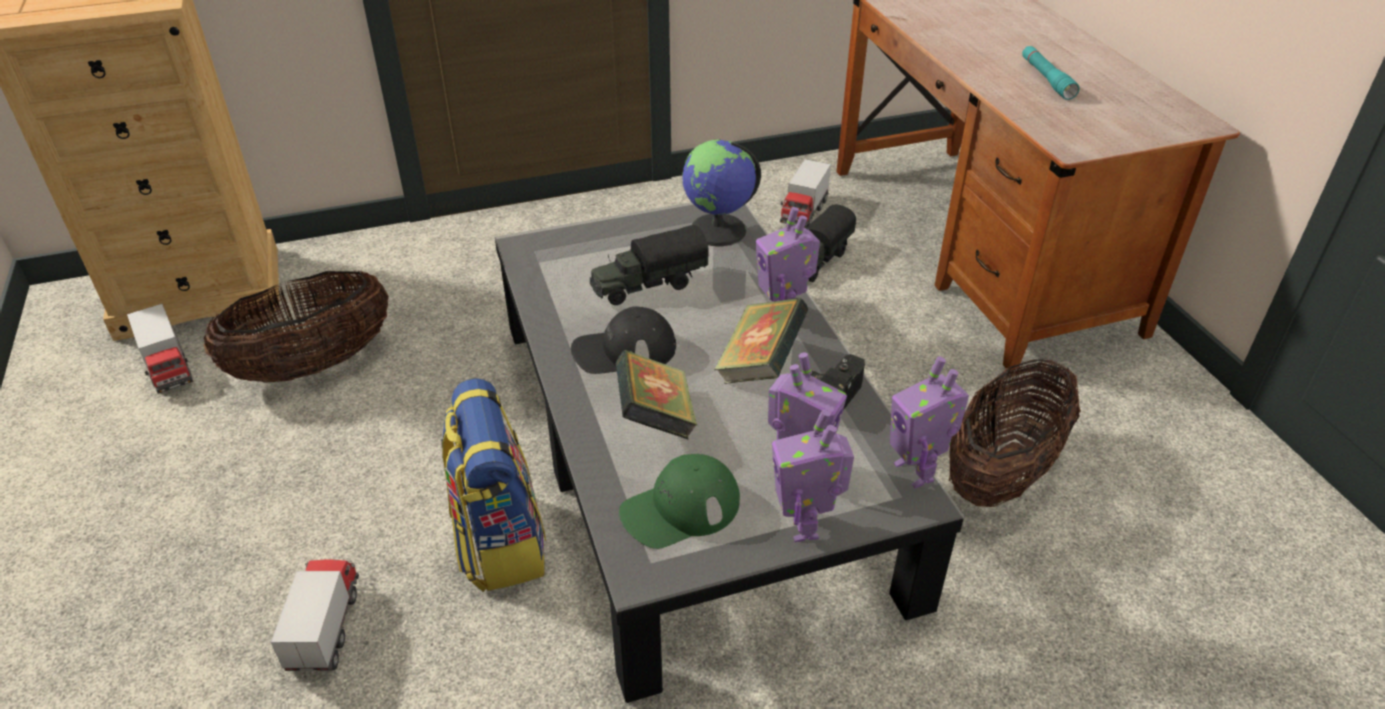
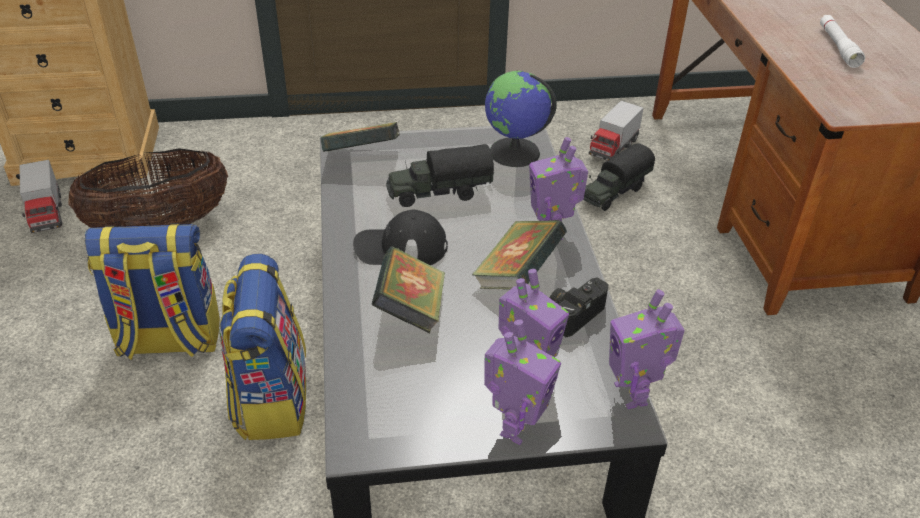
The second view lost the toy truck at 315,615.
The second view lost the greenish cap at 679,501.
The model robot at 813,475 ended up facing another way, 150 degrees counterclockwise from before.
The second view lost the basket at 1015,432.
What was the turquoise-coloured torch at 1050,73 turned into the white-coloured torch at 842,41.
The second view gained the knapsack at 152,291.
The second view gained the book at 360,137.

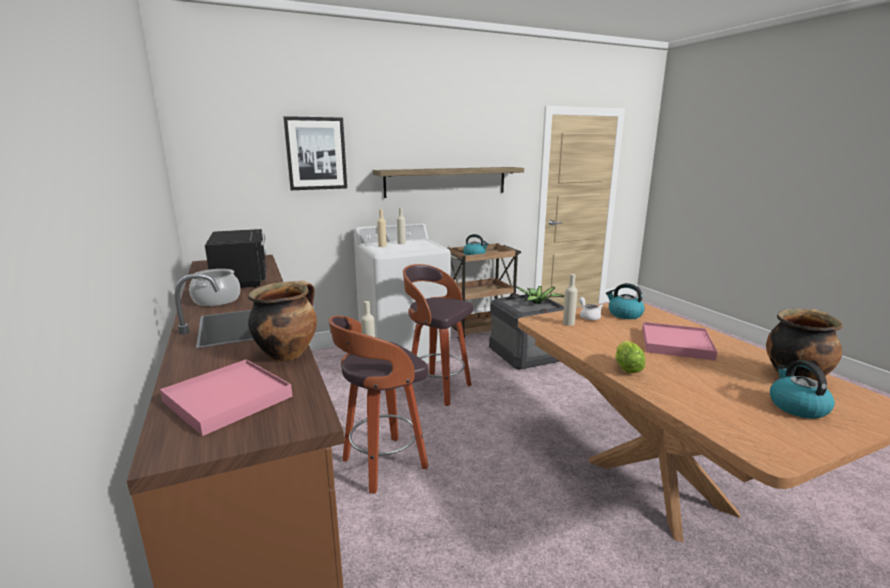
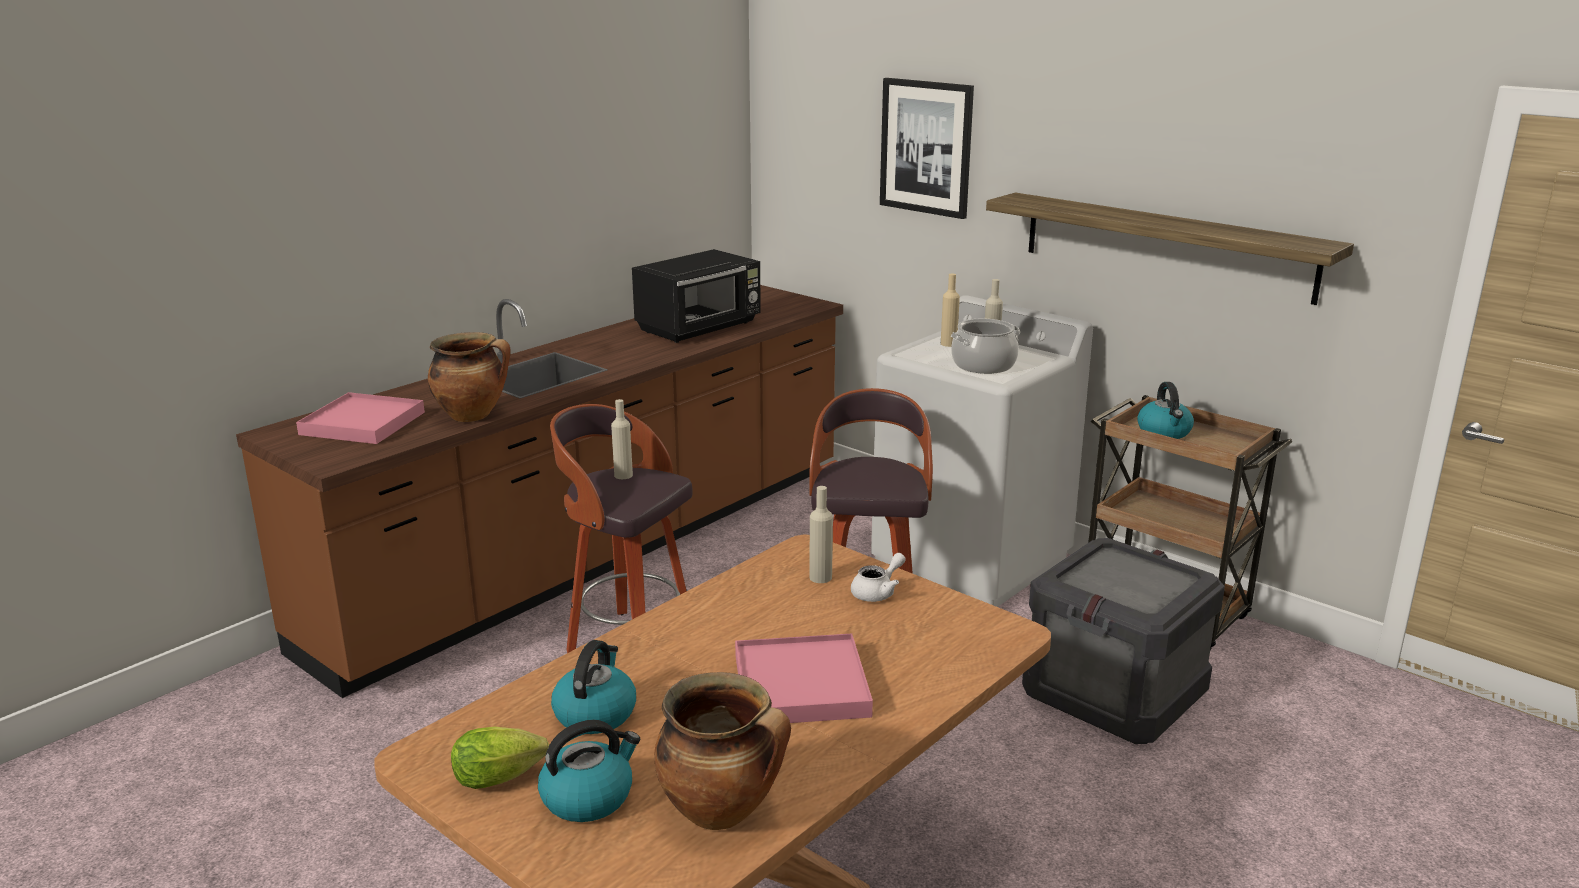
The cooking pot ended up elsewhere, having gone from 214,287 to 985,346.
The second view lost the potted plant at 540,295.
The water kettle ended up elsewhere, having gone from 625,301 to 593,687.
The lettuce head ended up elsewhere, having gone from 630,356 to 500,758.

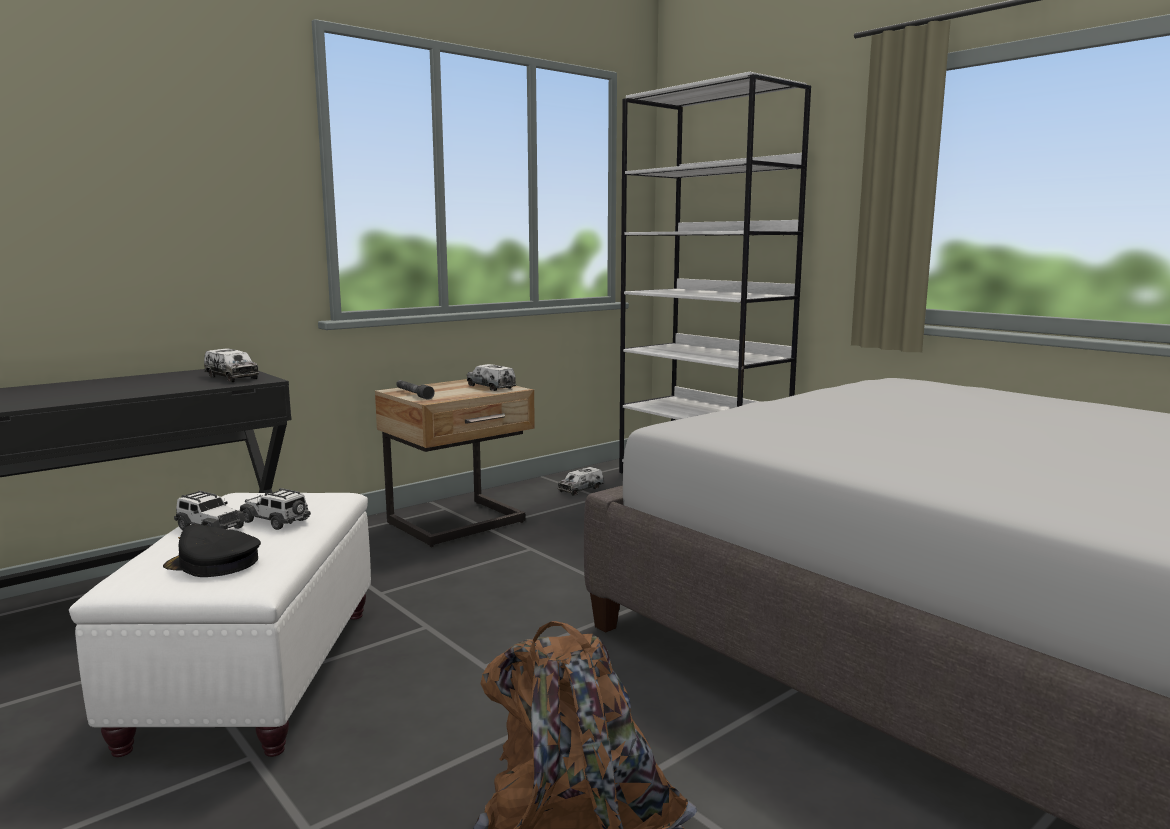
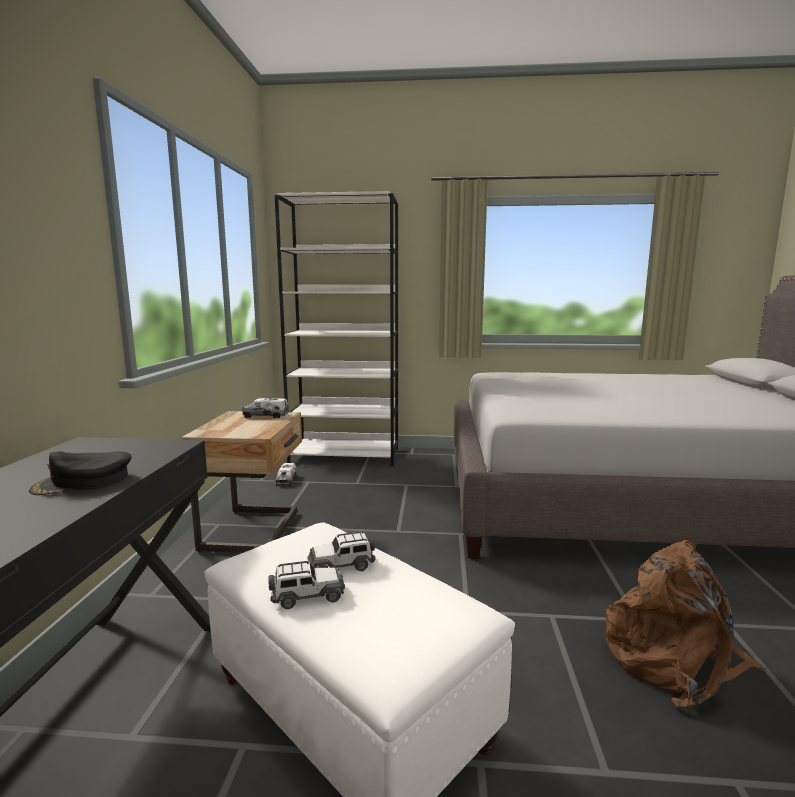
The black cap ended up elsewhere, having gone from 212,550 to 80,473.
The second view lost the toy truck at 231,365.
The second view lost the grey torch at 415,390.

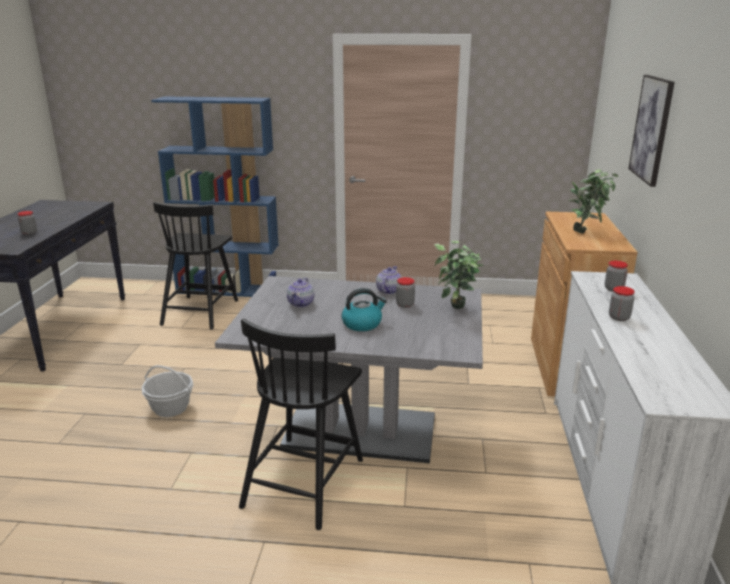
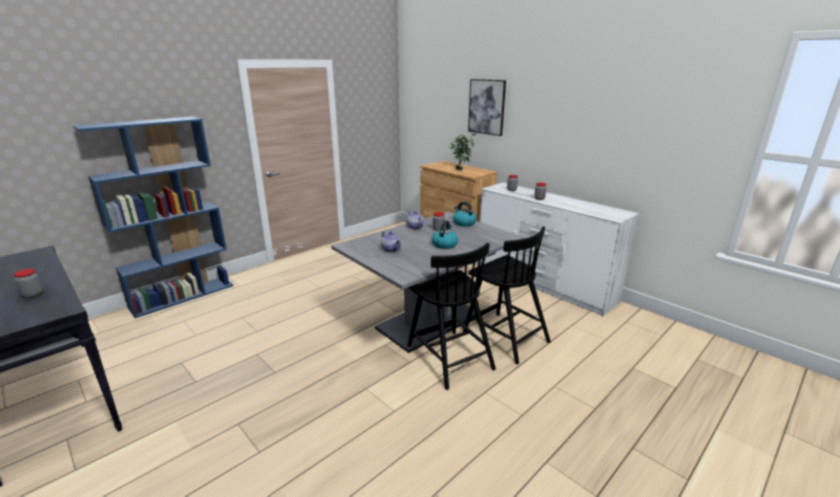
The second view lost the basket at 167,391.
The black upright chair ended up elsewhere, having gone from 195,266 to 507,295.
Where the potted plant stood at 458,275, the water kettle came to stand at 465,214.

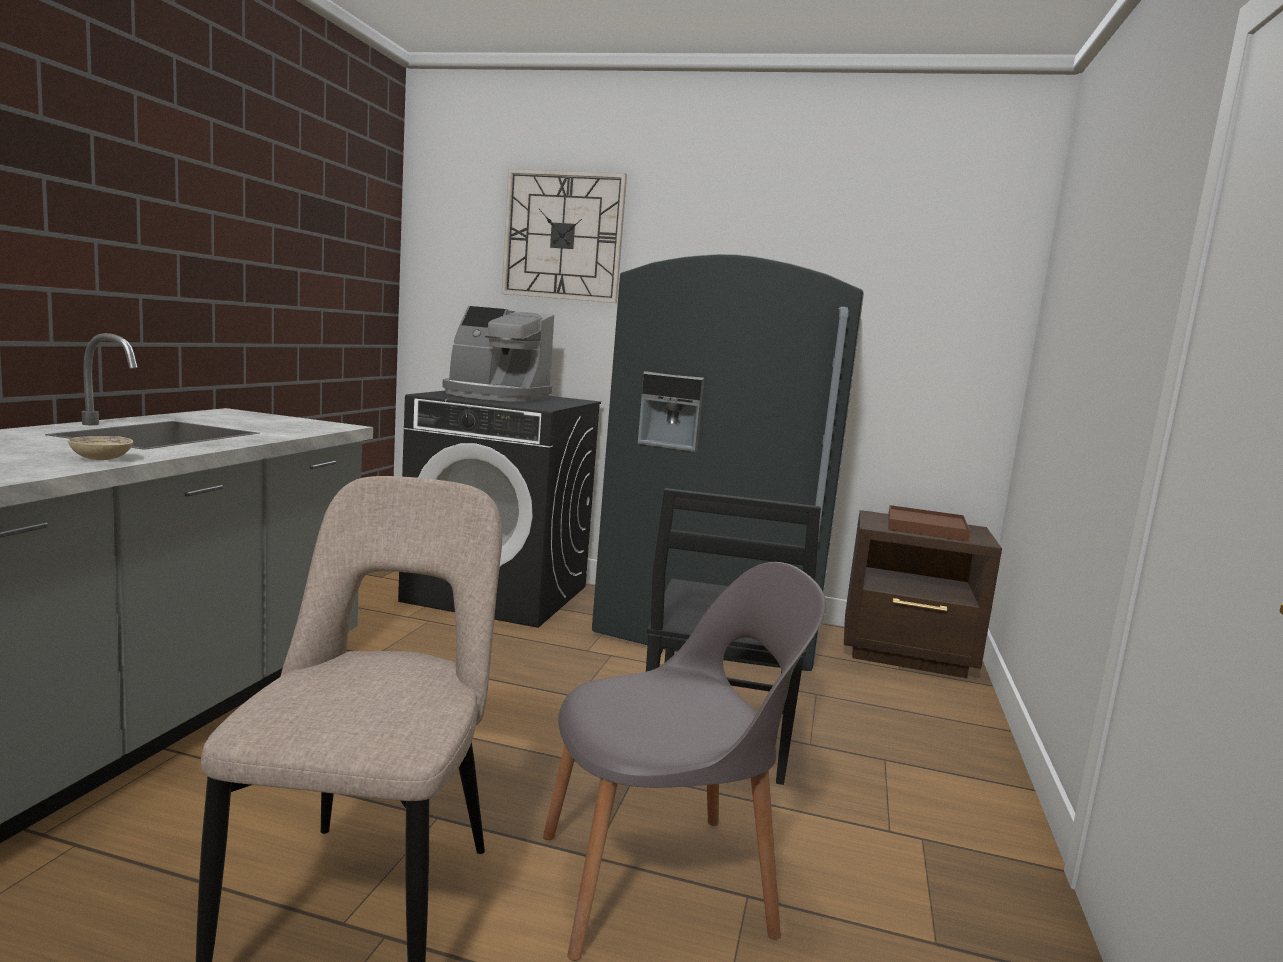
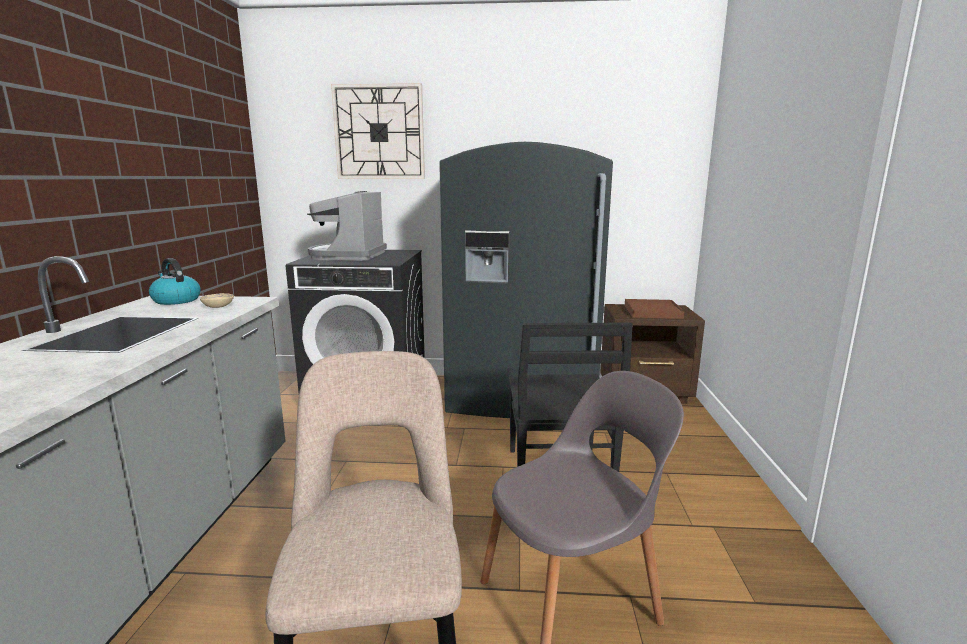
The sand-coloured bowl ended up elsewhere, having gone from 101,448 to 217,300.
The coffee maker at 498,354 ended up facing another way, 90 degrees clockwise from before.
The second view gained the water kettle at 174,281.

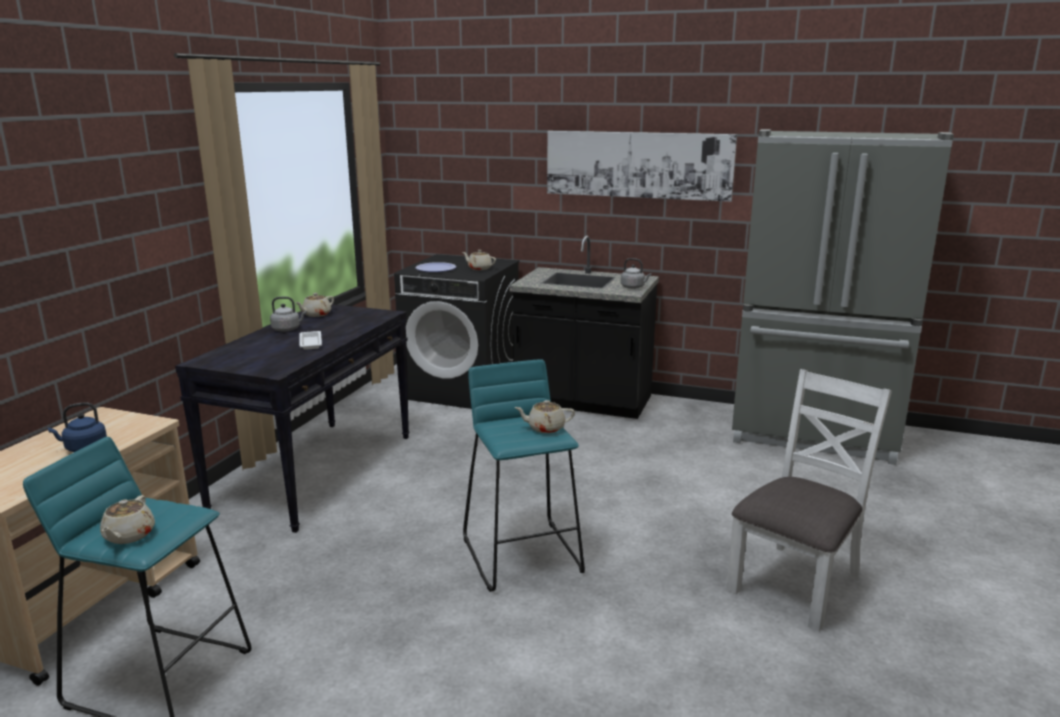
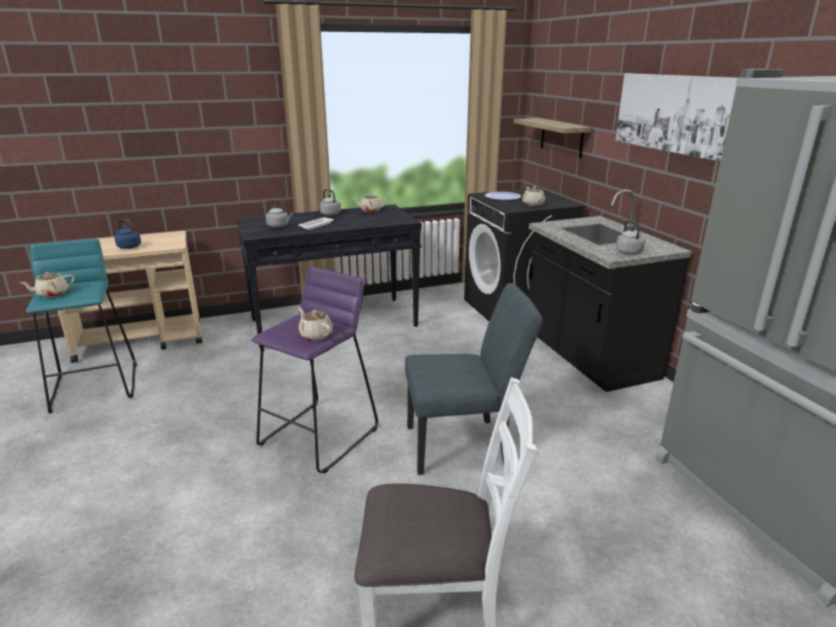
What was the turquoise-coloured stool seat at 524,475 turned into the purple stool seat at 315,370.
The second view gained the grey water kettle at 279,213.
The second view gained the grey upright chair at 474,379.
The second view gained the shelf at 553,138.

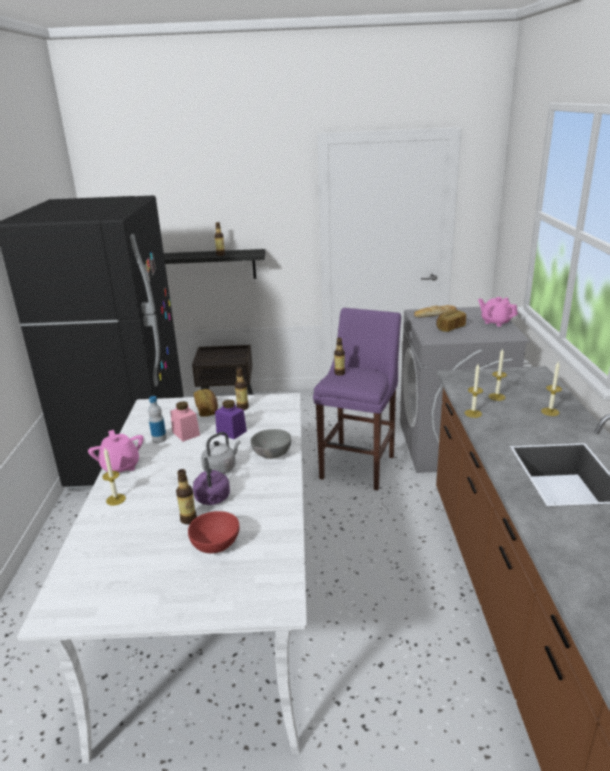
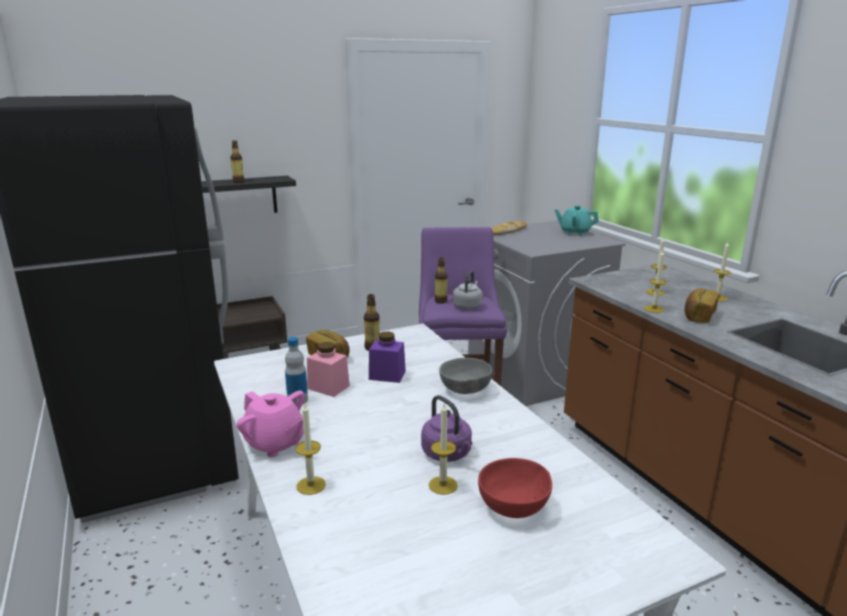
Where the beverage bottle stood at 186,496, the candle came to stand at 443,449.
The grey water kettle ended up elsewhere, having gone from 221,453 to 468,290.
The bread ended up elsewhere, having gone from 451,321 to 702,306.
What was the pinkish teapot at 498,312 turned into the turquoise-coloured teapot at 576,220.

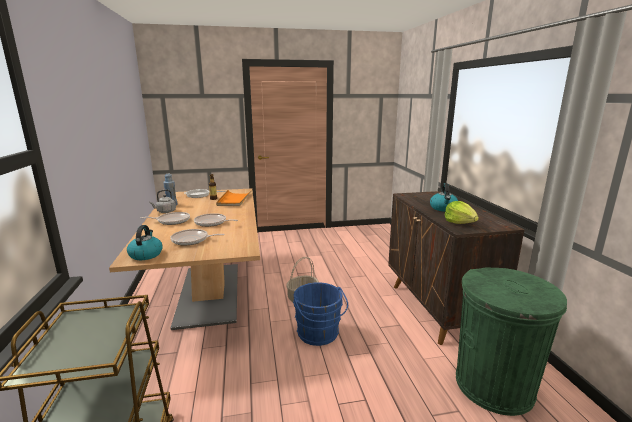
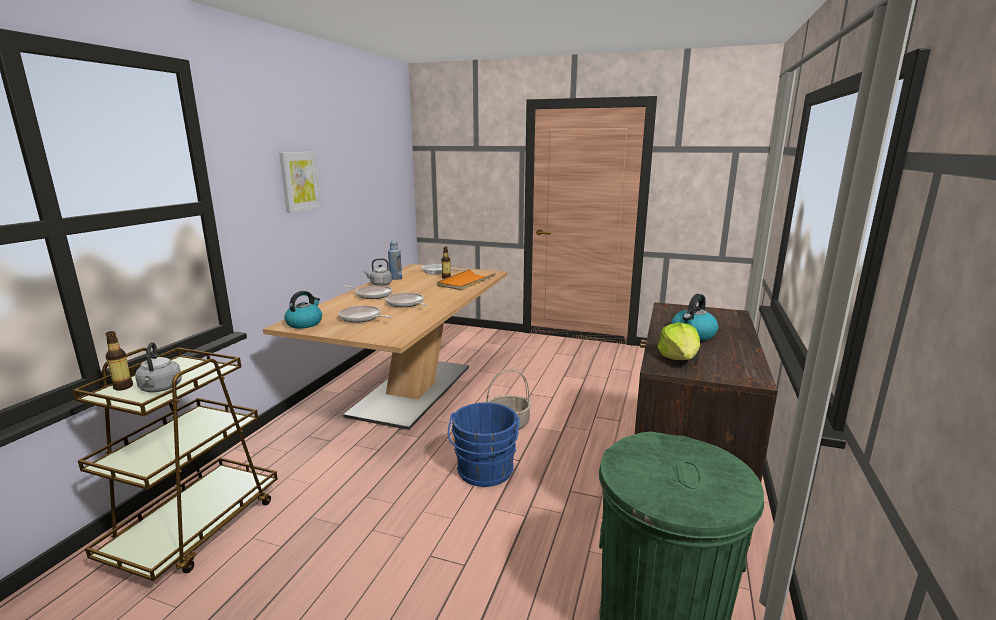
The second view gained the beverage bottle at 119,361.
The second view gained the grey water kettle at 158,367.
The second view gained the wall picture at 300,182.

